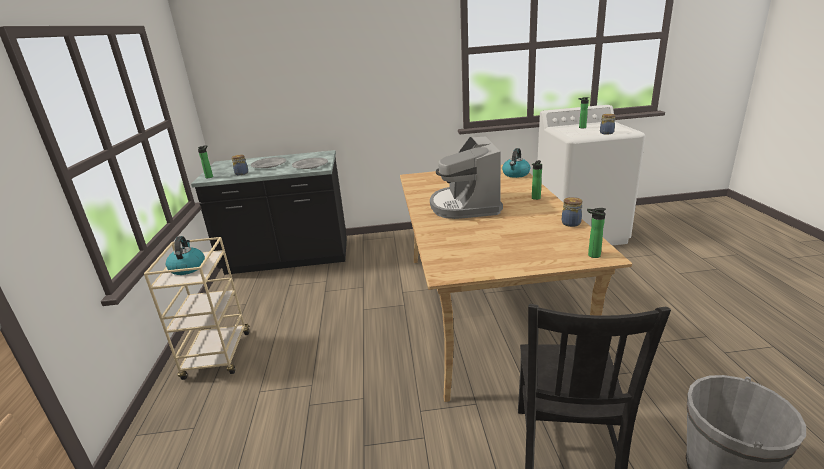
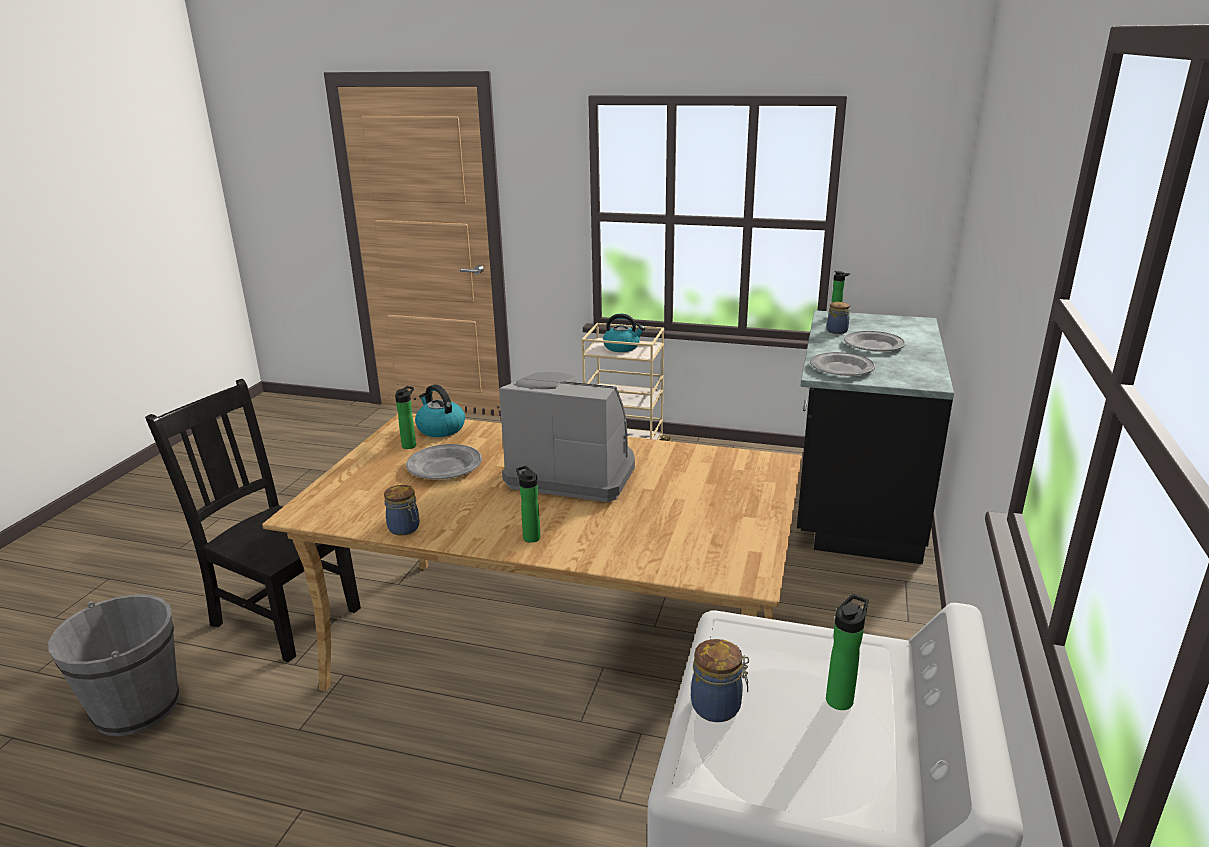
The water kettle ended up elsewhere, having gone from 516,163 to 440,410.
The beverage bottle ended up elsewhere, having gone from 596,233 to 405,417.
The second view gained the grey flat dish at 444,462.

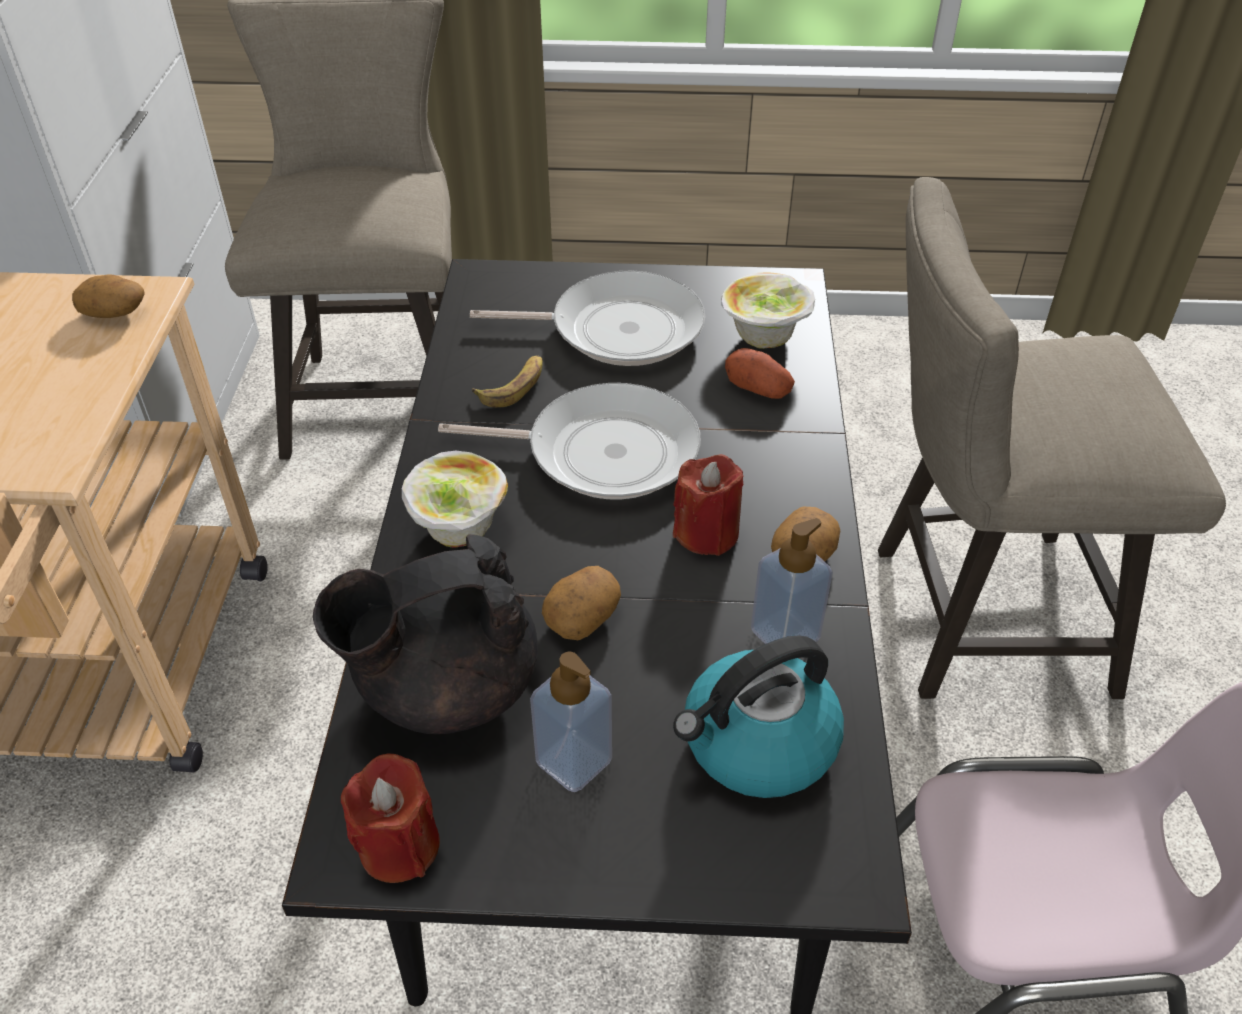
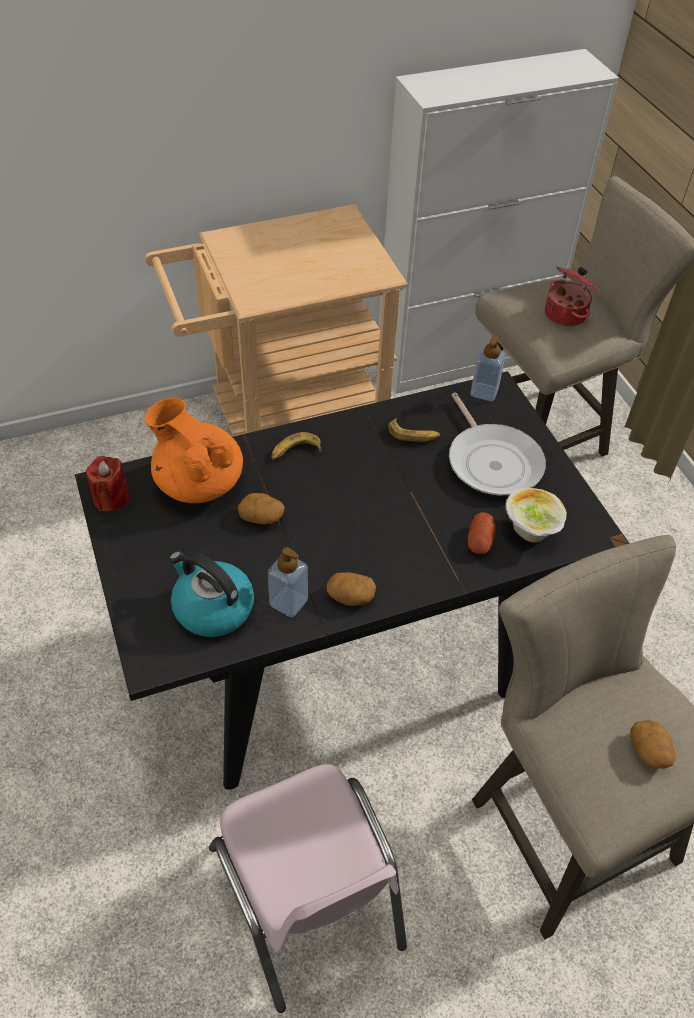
The whole potato ended up elsewhere, having gone from 108,296 to 653,744.
What was the black teapot at 425,634 turned into the orange teapot at 193,450.
Where the bowl stood at 455,499, the banana fruit came to stand at 296,446.
The second view lost the frying pan at 569,441.
The soap dispenser ended up elsewhere, having gone from 571,722 to 488,368.
The second view lost the red candle at 708,505.
The second view gained the cooking pot at 571,297.

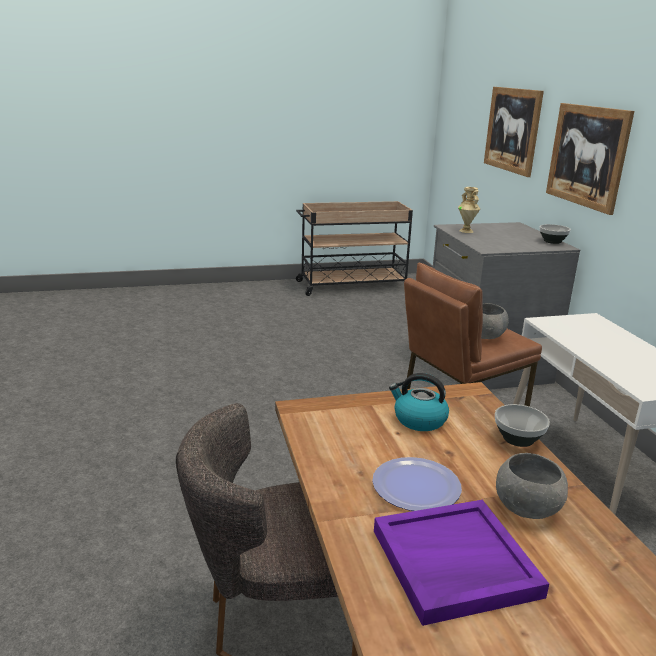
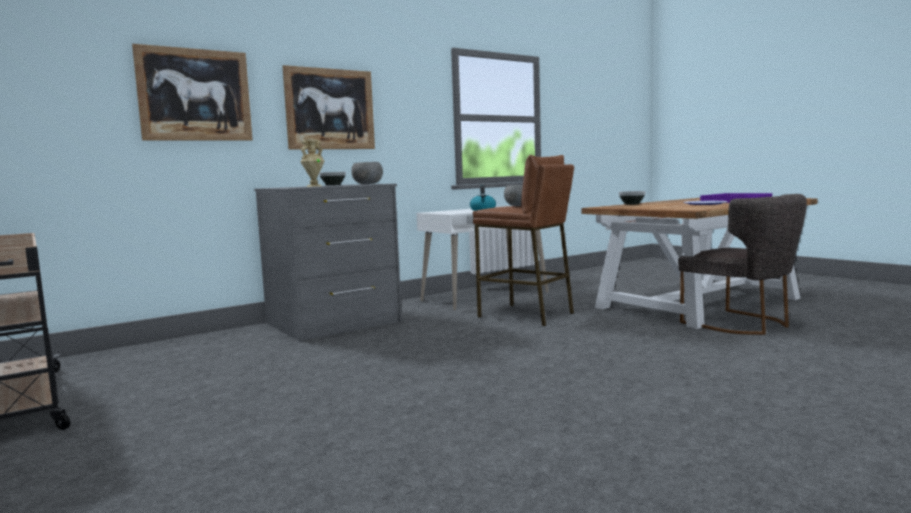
The water kettle ended up elsewhere, having gone from 419,402 to 483,198.
The grey bowl ended up elsewhere, having gone from 532,486 to 367,173.

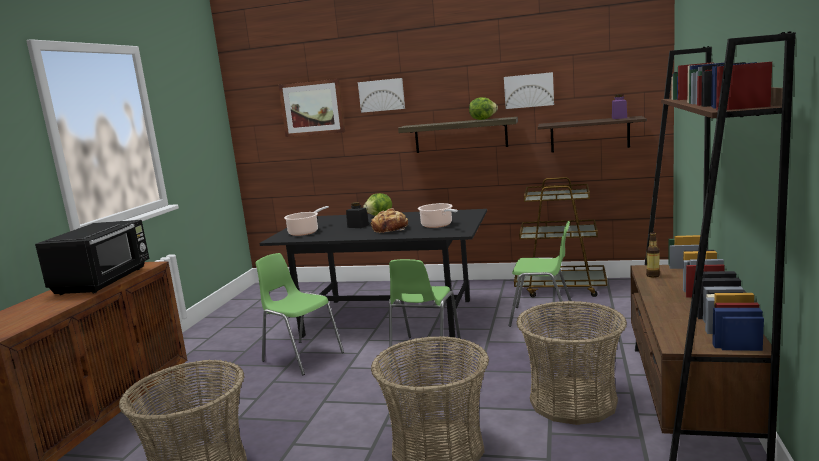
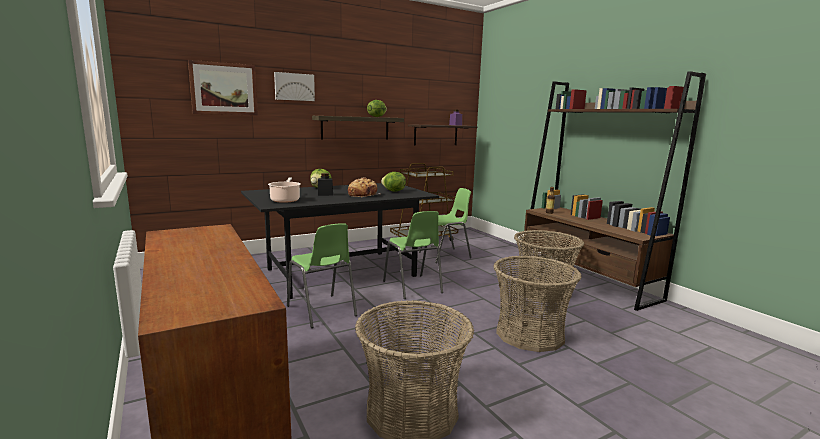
The second view lost the black microwave oven at 92,257.
The greenish upright chair at 299,314 ended up facing another way, 120 degrees counterclockwise from before.
Where the cooking pot stood at 438,215, the lettuce head came to stand at 393,182.
The second view lost the wall picture at 529,90.

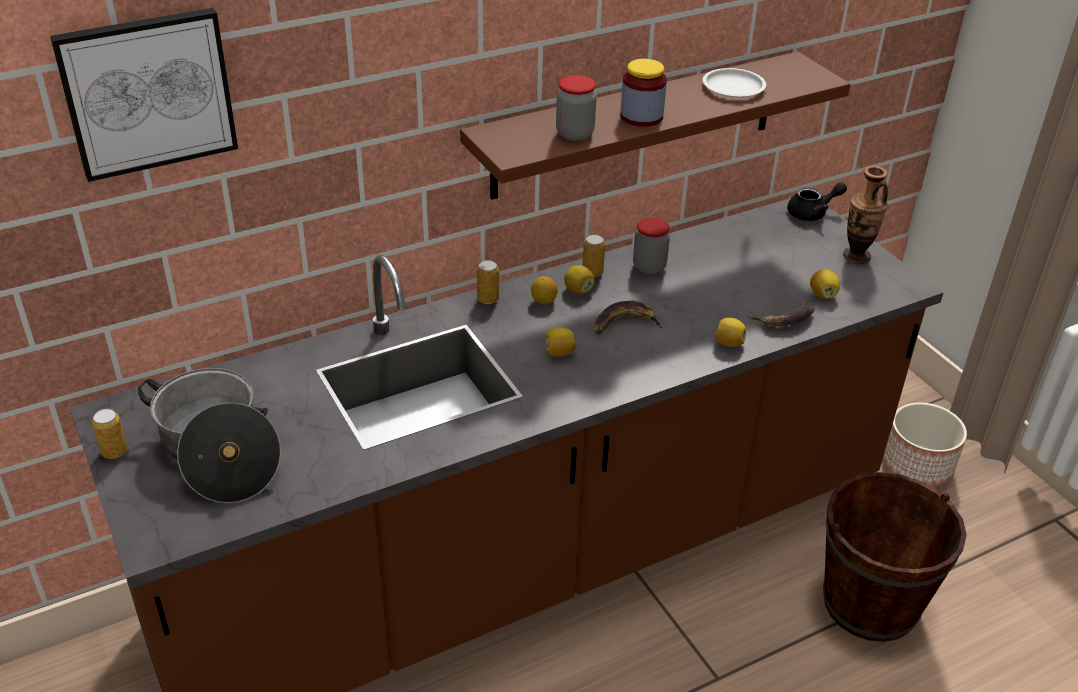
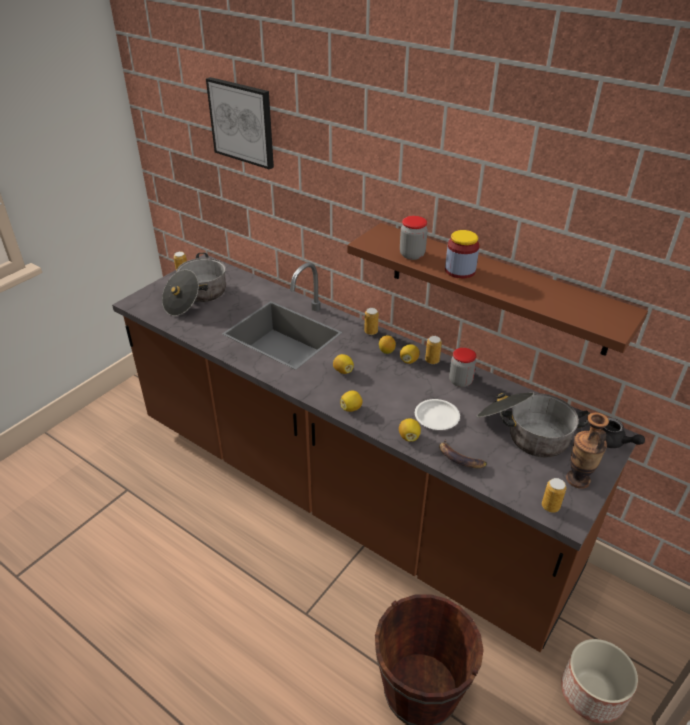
The second view lost the banana fruit at 629,317.
The white-coloured flat dish ended up elsewhere, having gone from 734,83 to 437,414.
The whole lemon ended up elsewhere, having gone from 825,284 to 351,401.
The second view gained the cooking pot at 533,424.
The second view gained the can at 554,495.

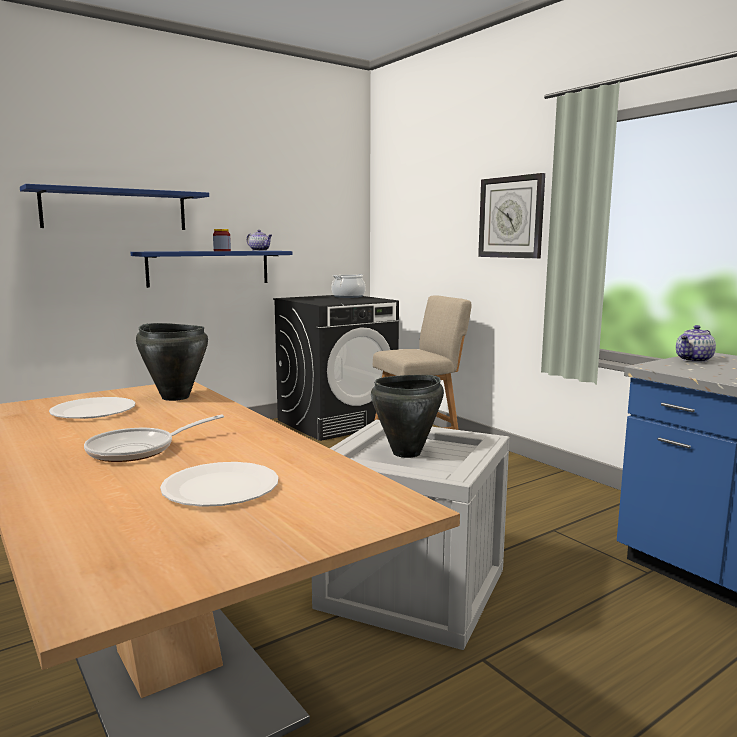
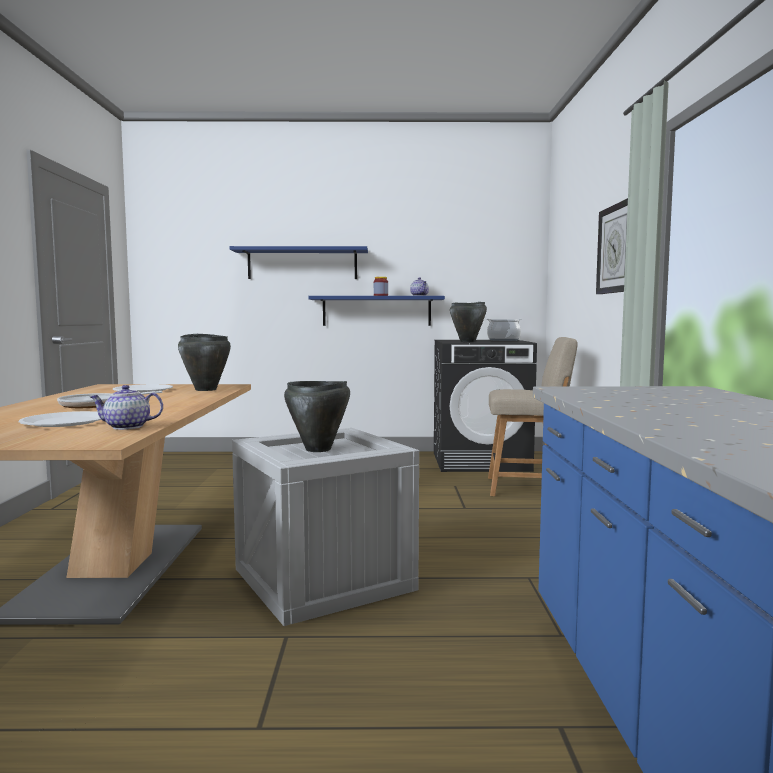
The teapot ended up elsewhere, having gone from 696,343 to 126,407.
The second view gained the black cooking pot at 468,322.

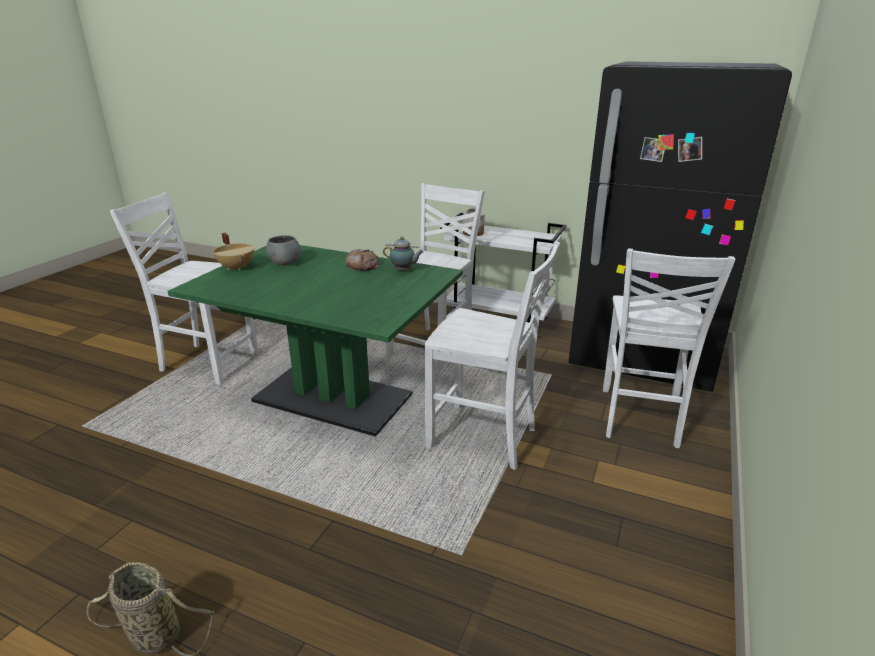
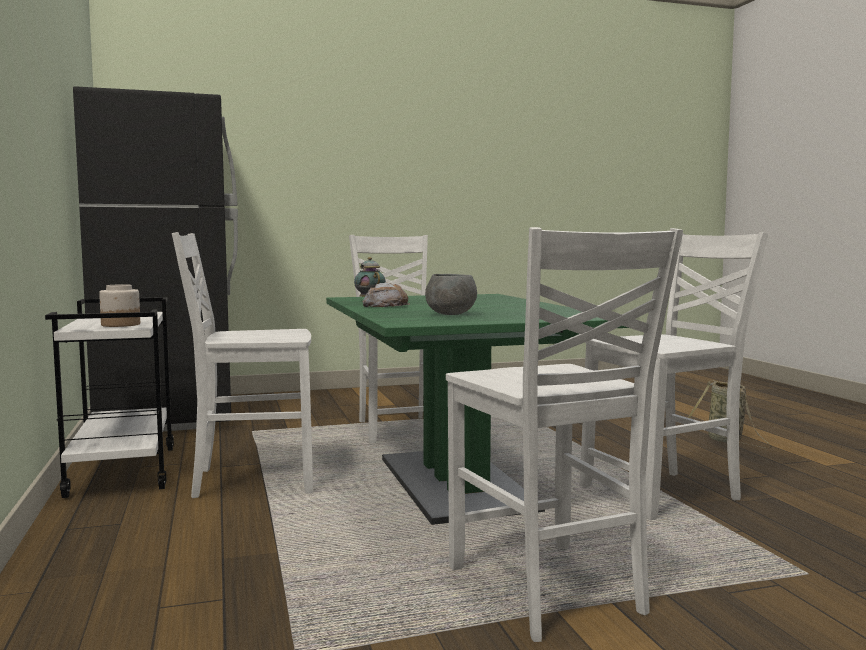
The second view lost the sand-coloured cooking pot at 234,252.
The white-coloured upright chair ended up elsewhere, having gone from 669,348 to 674,376.

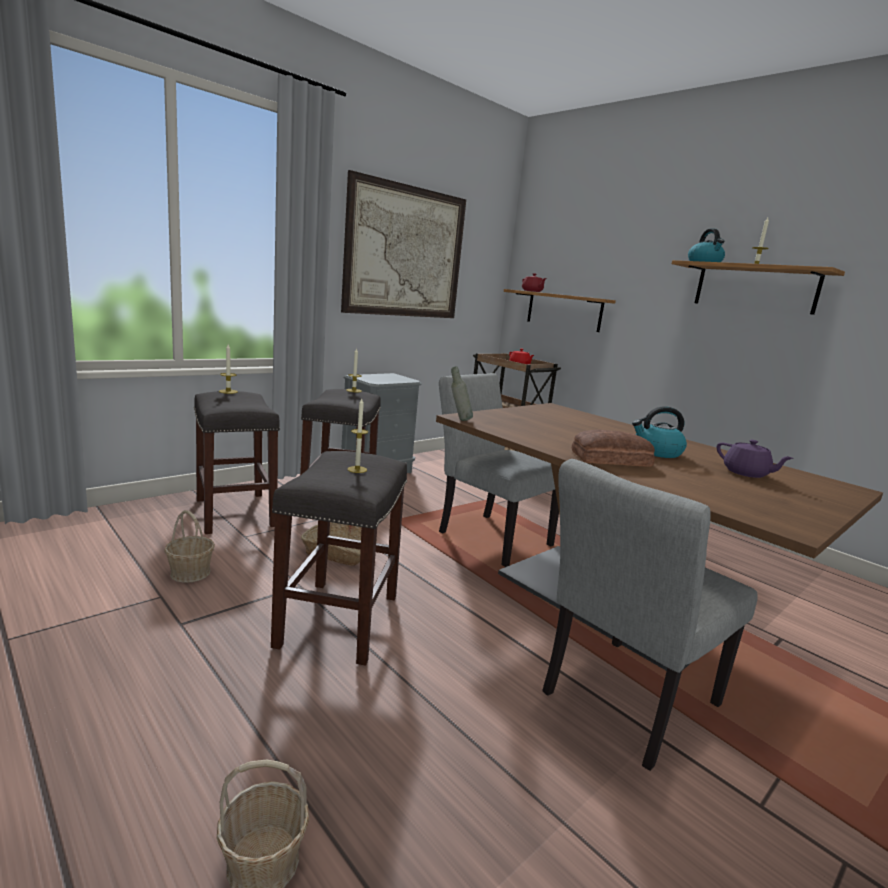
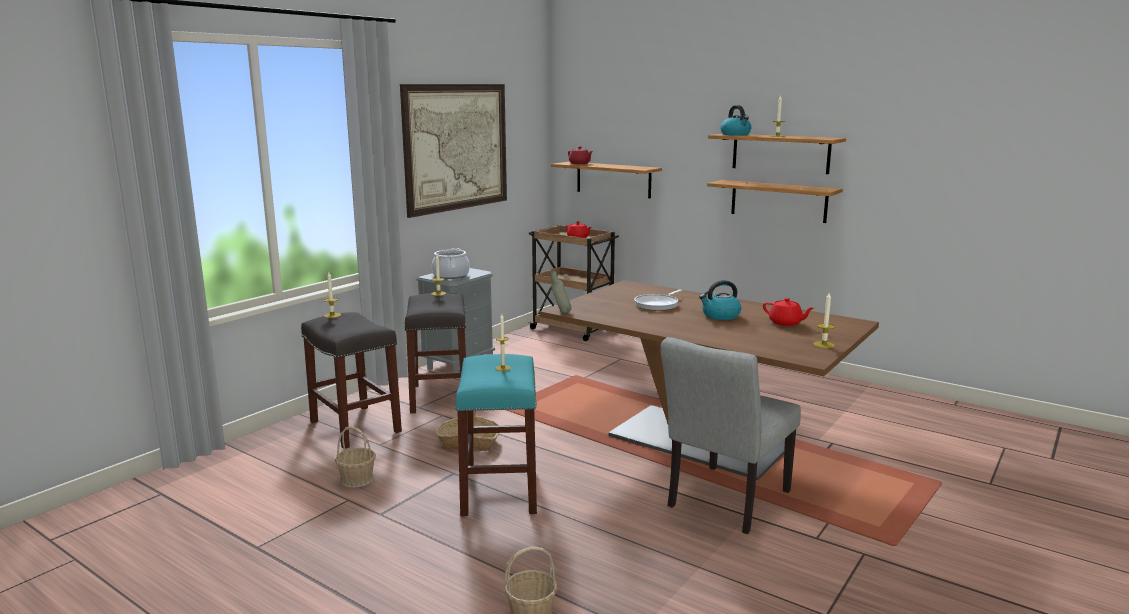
What was the grey stool seat at 339,558 turned into the turquoise-coloured stool seat at 496,435.
The second view lost the grey upright chair at 499,470.
The second view lost the bread at 613,448.
What was the purple teapot at 755,458 turned into the red teapot at 788,312.
The second view gained the cooking pot at 450,263.
The second view gained the frying pan at 658,300.
The second view gained the shelf at 775,201.
The second view gained the candle at 824,320.

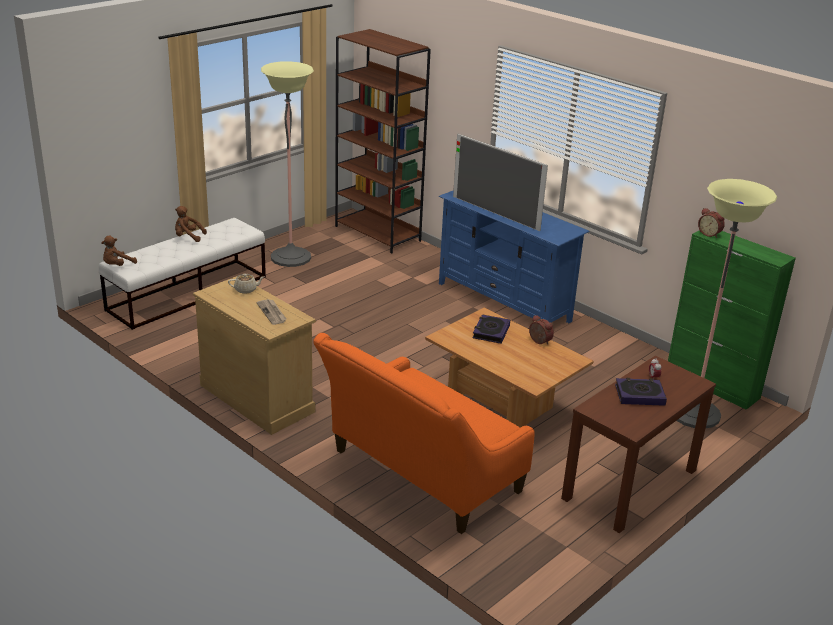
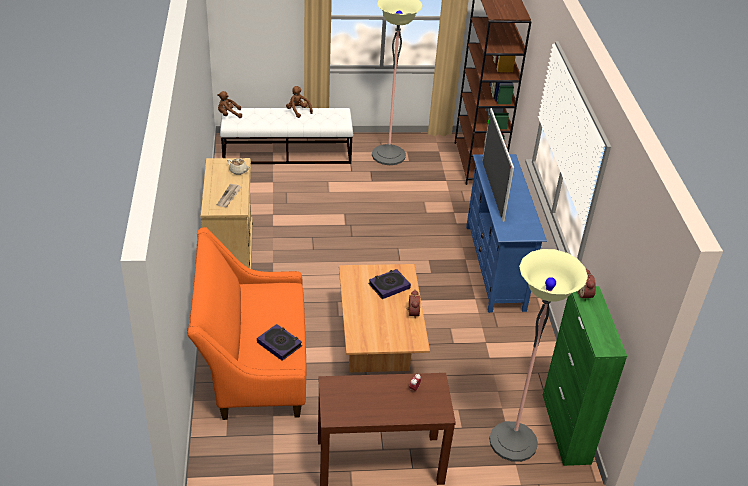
The book ended up elsewhere, having gone from 641,392 to 279,342.

